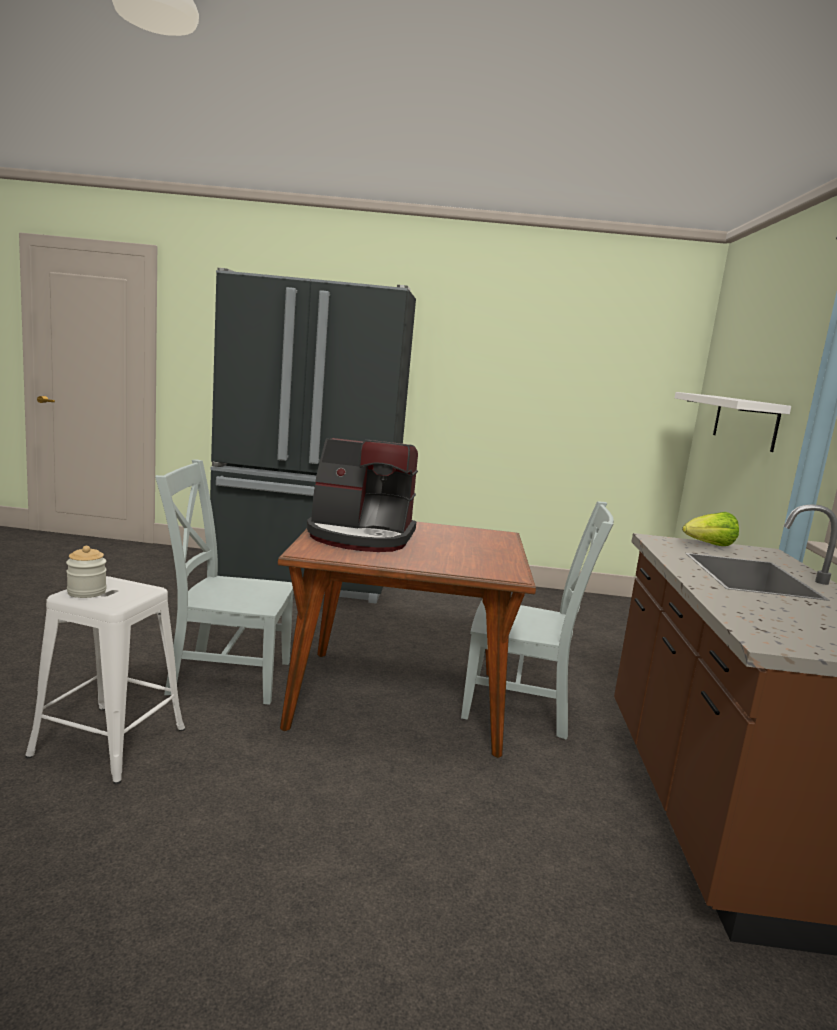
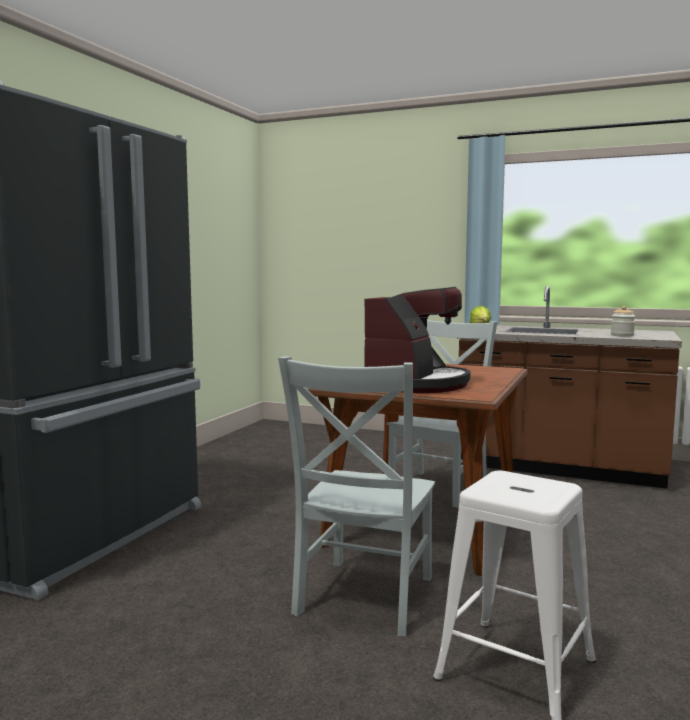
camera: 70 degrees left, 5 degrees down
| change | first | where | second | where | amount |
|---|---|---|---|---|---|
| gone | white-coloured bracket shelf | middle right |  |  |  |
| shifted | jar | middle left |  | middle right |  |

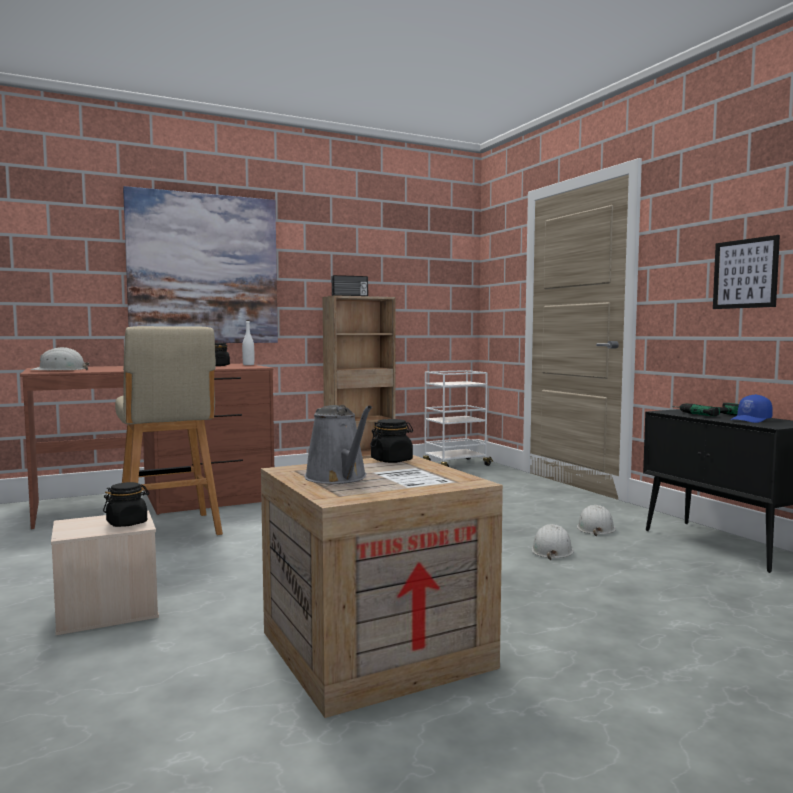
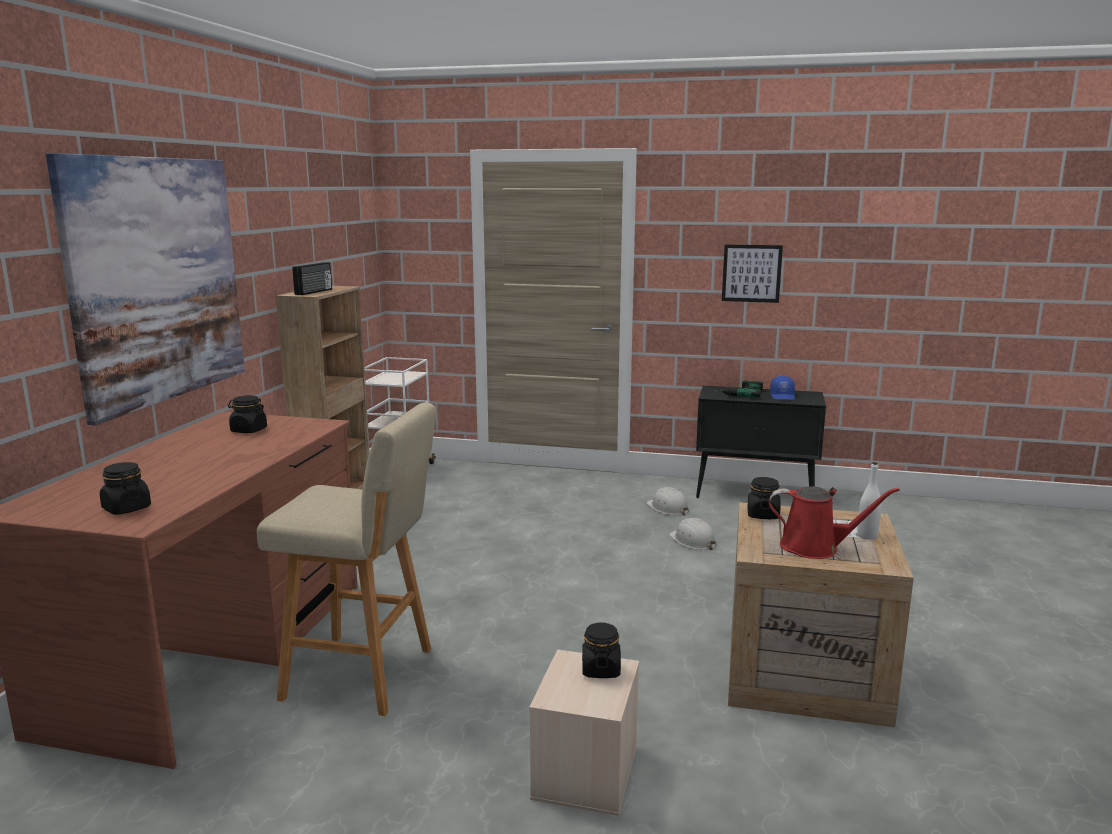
camera: 50 degrees left, 10 degrees up
| change | first | where | second | where | amount |
|---|---|---|---|---|---|
| shifted | white-coloured drink bottle | middle left |  | middle right |  |
| swapped | white-coloured safety helmet (no. 1 from left) | middle left | blackish jar (no. 1 from left) | middle left |  |
| repainted | gray watering pot | centre | red watering pot | middle right |  |

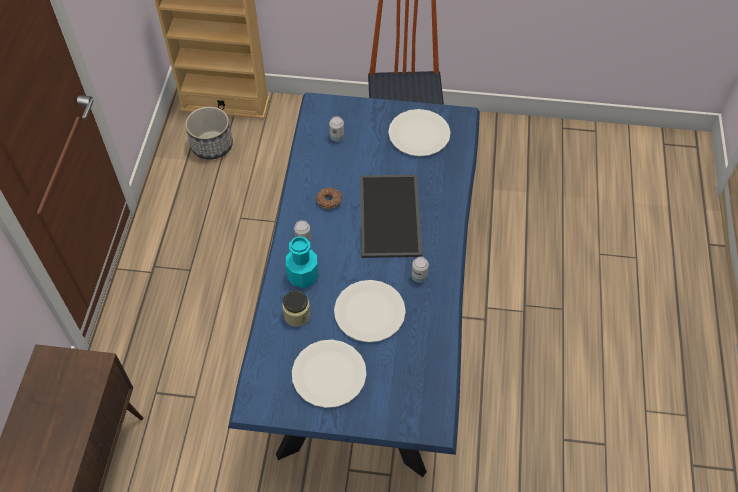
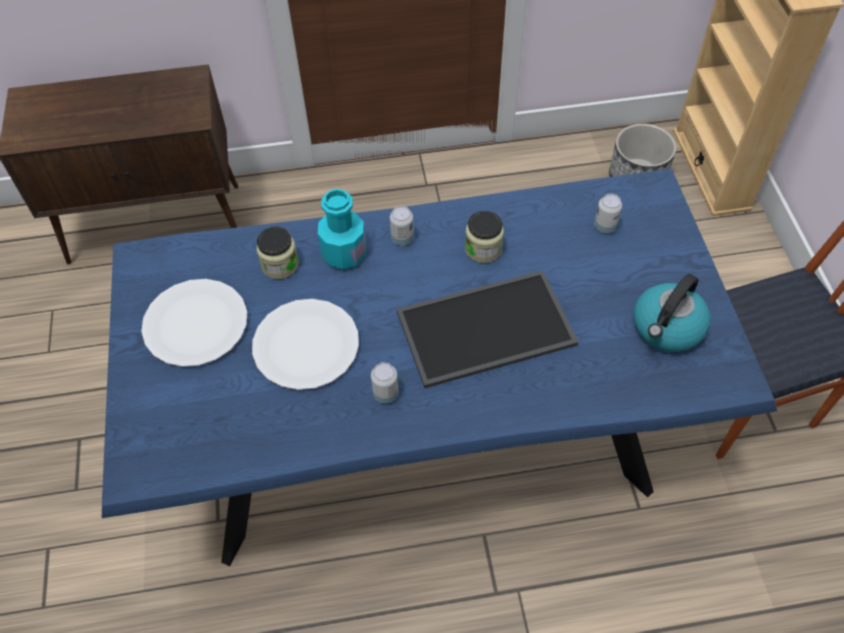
camera: 75 degrees right, 0 degrees up
| change | first | where | second | where | amount |
|---|---|---|---|---|---|
| swapped | white-coloured plate (no. 3 from left) | top centre | kettle | middle right |  |
| swapped | doughnut | centre | jar (no. 2 from left) | centre |  |

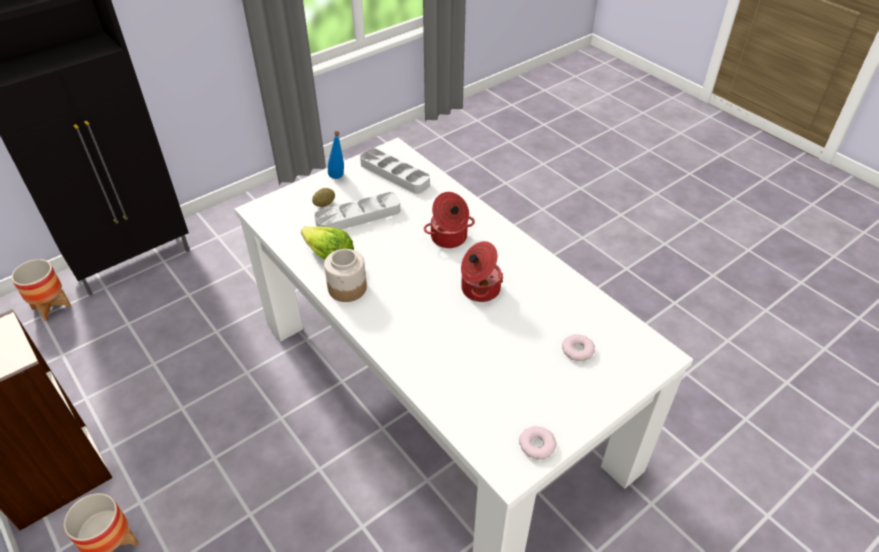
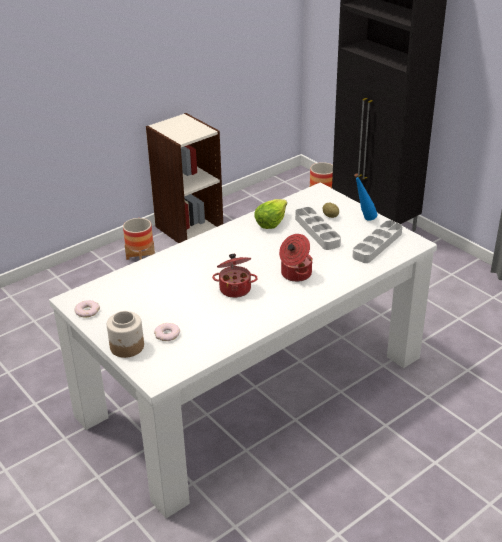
camera: 90 degrees right, 10 degrees down
| change | first | where | second | where | amount |
|---|---|---|---|---|---|
| shifted | jar | centre |  | middle left |  |

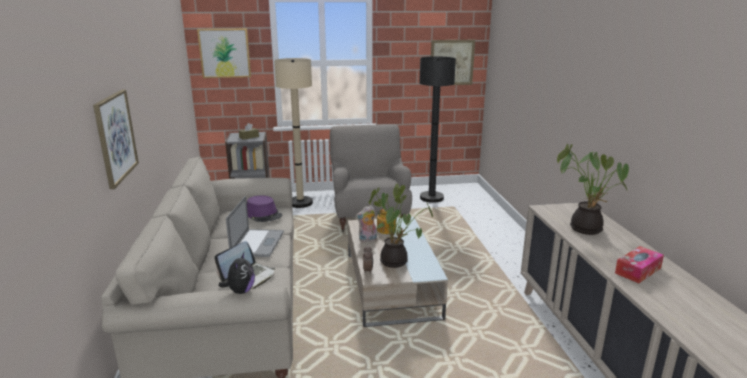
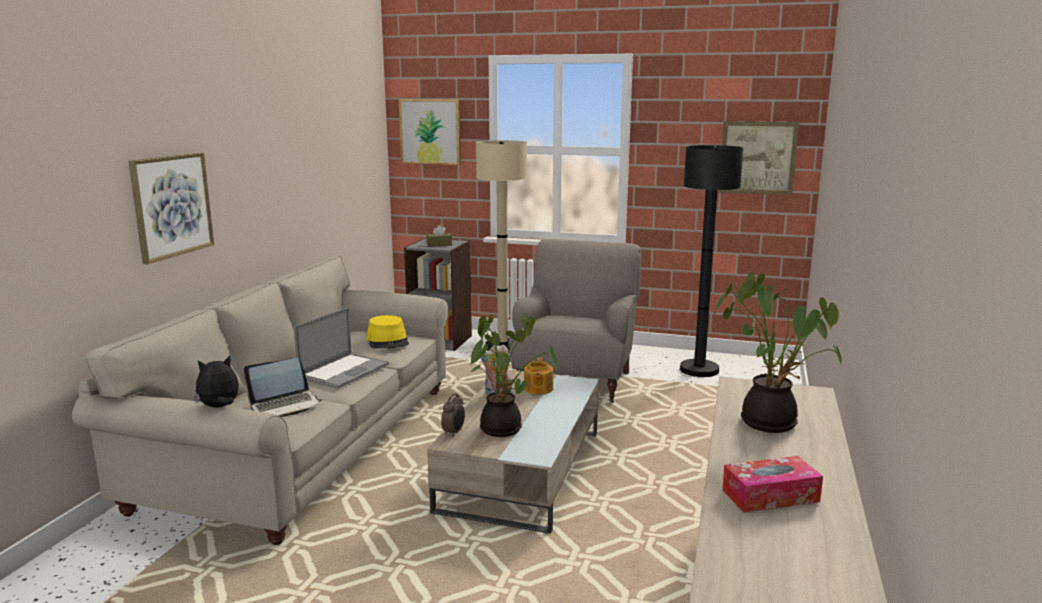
camera: 25 degrees right, 5 degrees down
| change | first | where | second | where | amount |
|---|---|---|---|---|---|
| repainted | purple hat | centre | yellow hat | centre |  |
| rotated | cuddly toy (no. 1 from left) | bottom left |  | middle left | 150 degrees counterclockwise |

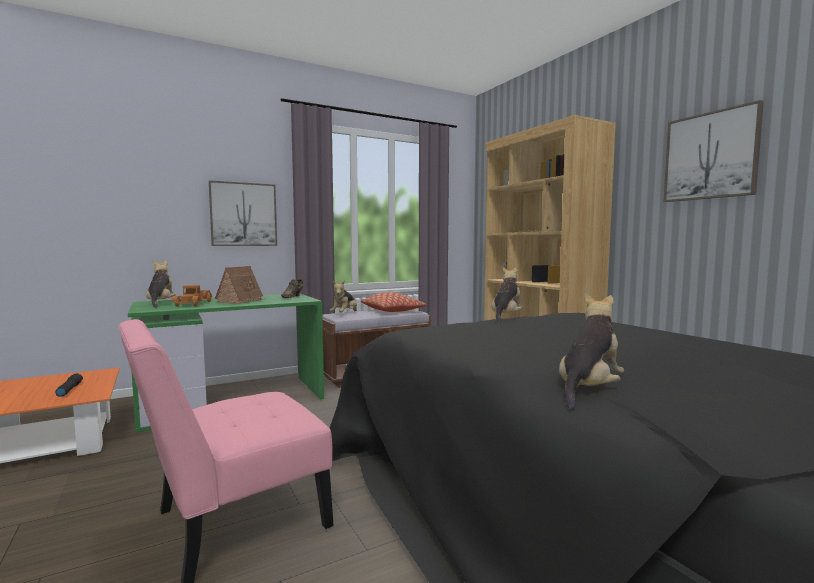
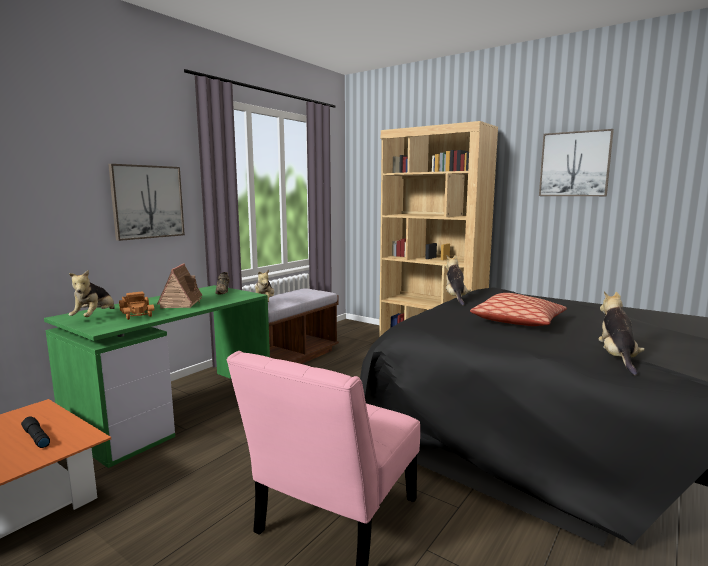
camera: 25 degrees left, 5 degrees up
| change | first | where | second | where | amount |
|---|---|---|---|---|---|
| rotated | cuddly toy (no. 1 from left) | middle left |  | middle left | 135 degrees counterclockwise |
| shifted | pillow | centre |  | middle right |  |

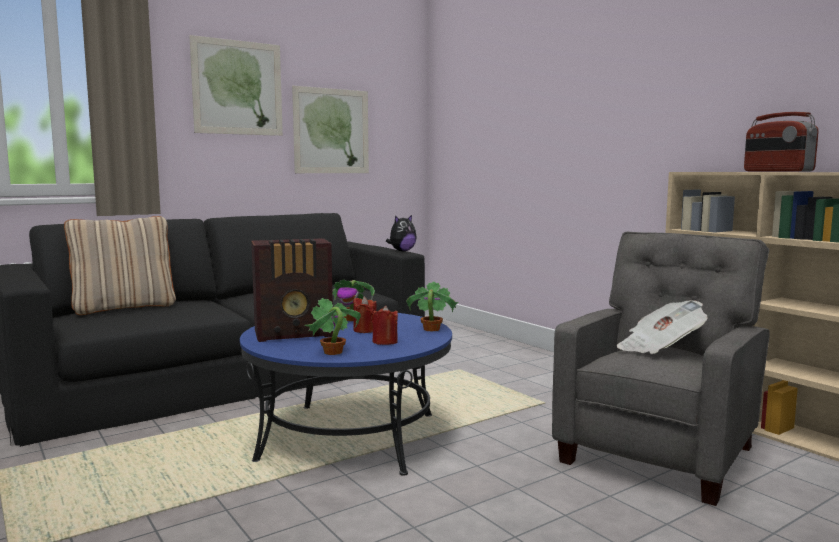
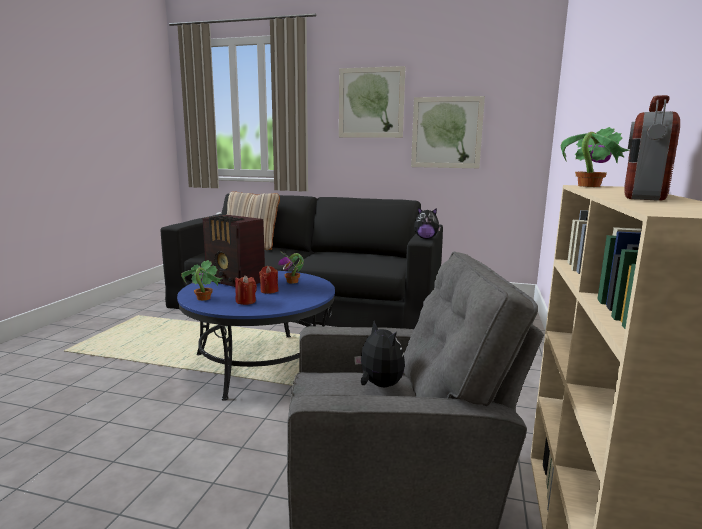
camera: 50 degrees right, 5 degrees up
| change | first | where | second | where | amount |
|---|---|---|---|---|---|
| shifted | potted plant (no. 3 from left) | centre |  | top right |  |
| swapped | newspaper | middle right | cuddly toy (no. 1 from left) | bottom centre |  |

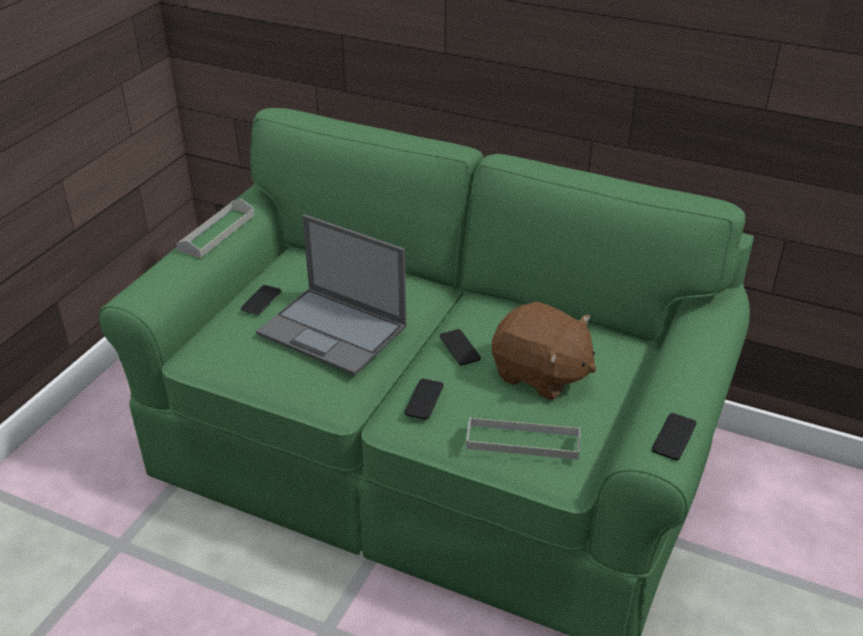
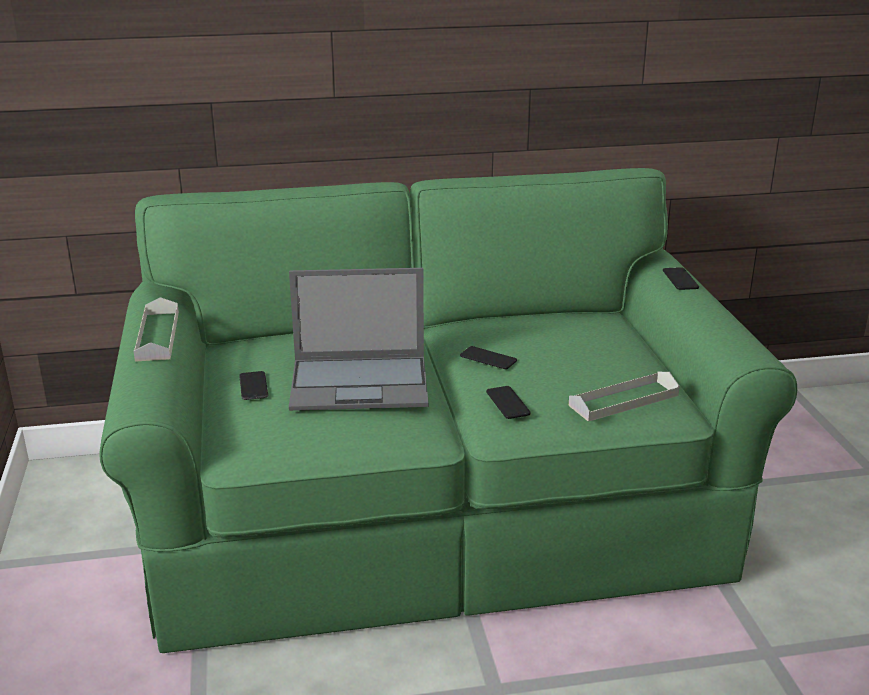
camera: 35 degrees left, 10 degrees down
| change | first | where | second | where | amount |
|---|---|---|---|---|---|
| gone | brownish cuddly toy | centre |  |  |  |
| shifted | telephone (no. 4 from left) | bottom right |  | middle right |  |

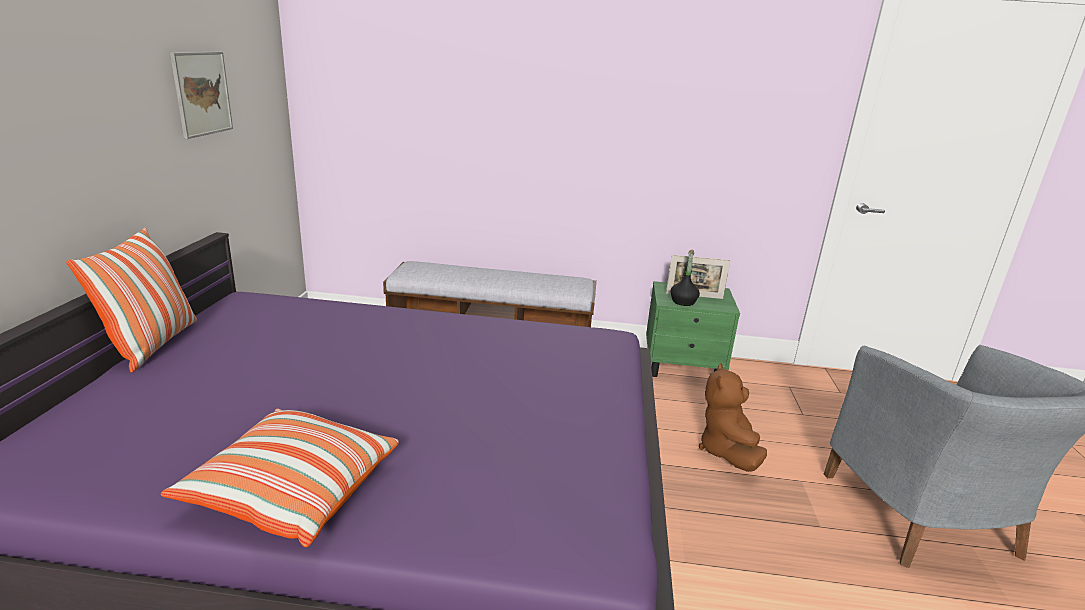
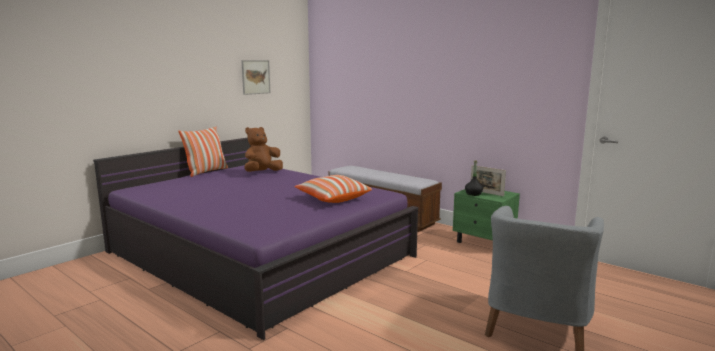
camera: 35 degrees right, 10 degrees down
| change | first | where | second | where | amount |
|---|---|---|---|---|---|
| shifted | brownish cuddly toy | bottom right |  | centre |  |
| shifted | pillow (no. 2 from left) | bottom left |  | centre |  |

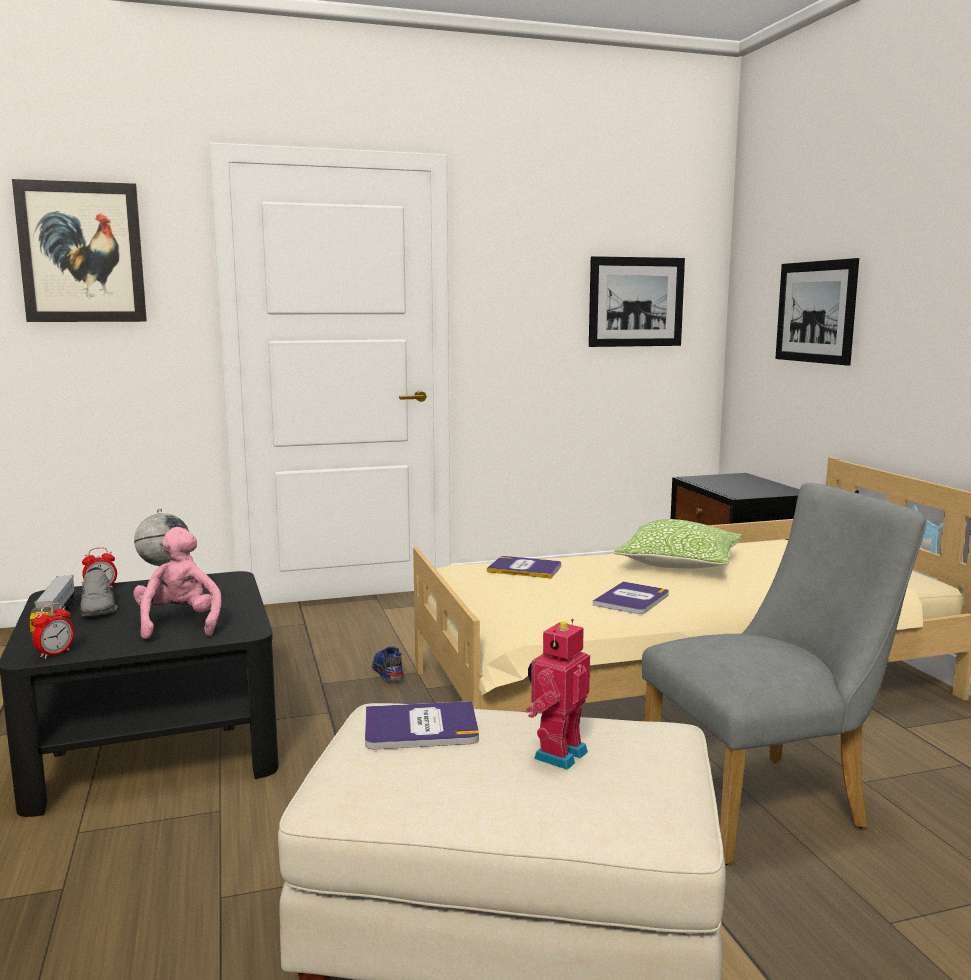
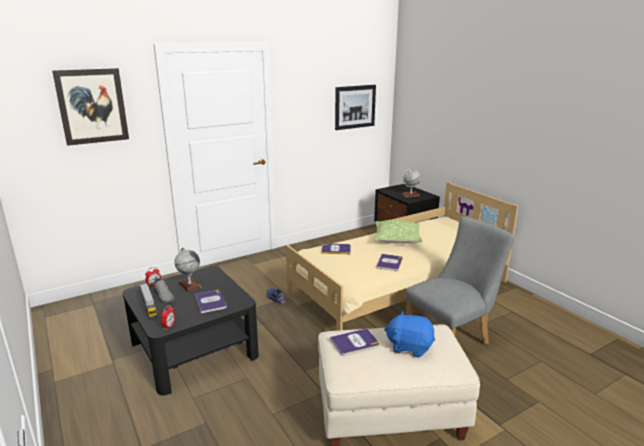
camera: 15 degrees left, 10 degrees up
| change | first | where | second | where | amount |
|---|---|---|---|---|---|
| gone | picture (no. 3 from left) | top right |  |  |  |
| swapped | pinkish cuddly toy | middle left | volume (no. 1 from left) | bottom left |  |
| swapped | model robot | bottom centre | blue-coloured cuddly toy | bottom centre |  |
| new |  |  | desk globe (no. 2 from left) | centre |  |

